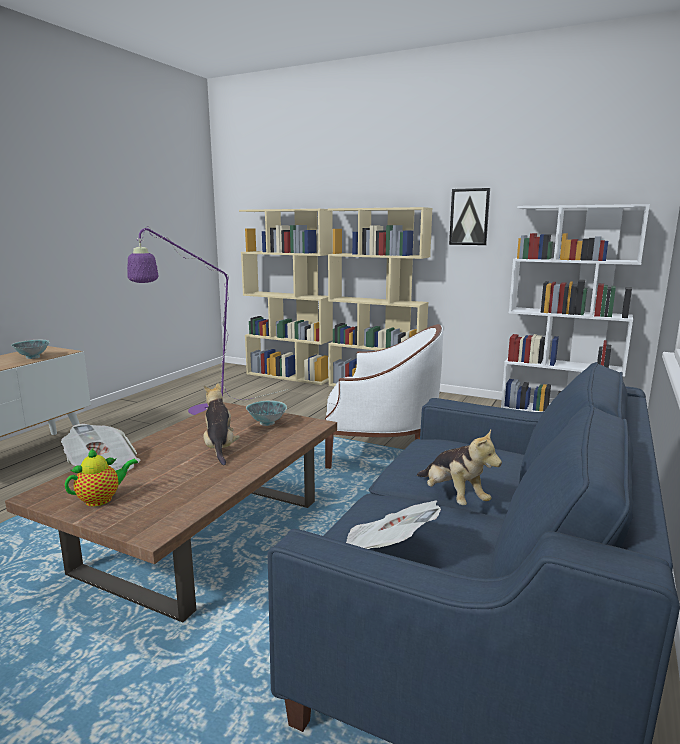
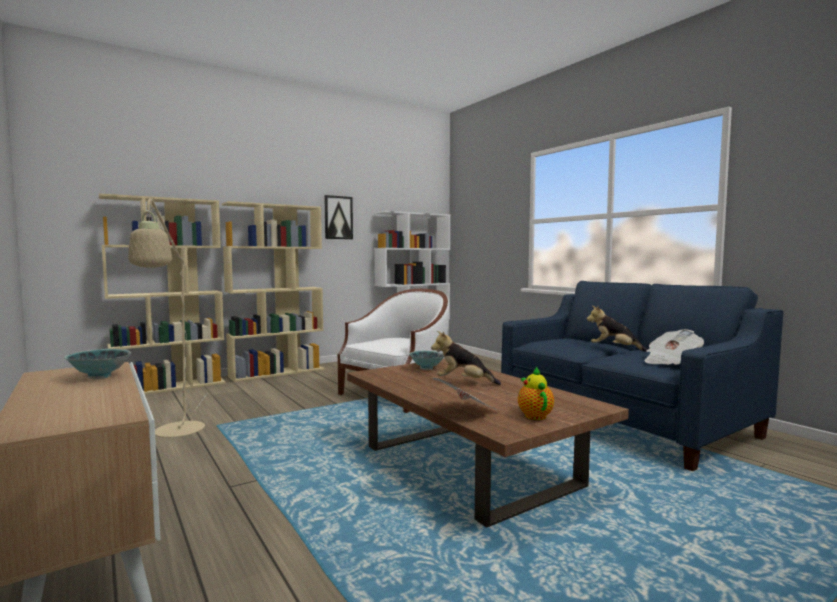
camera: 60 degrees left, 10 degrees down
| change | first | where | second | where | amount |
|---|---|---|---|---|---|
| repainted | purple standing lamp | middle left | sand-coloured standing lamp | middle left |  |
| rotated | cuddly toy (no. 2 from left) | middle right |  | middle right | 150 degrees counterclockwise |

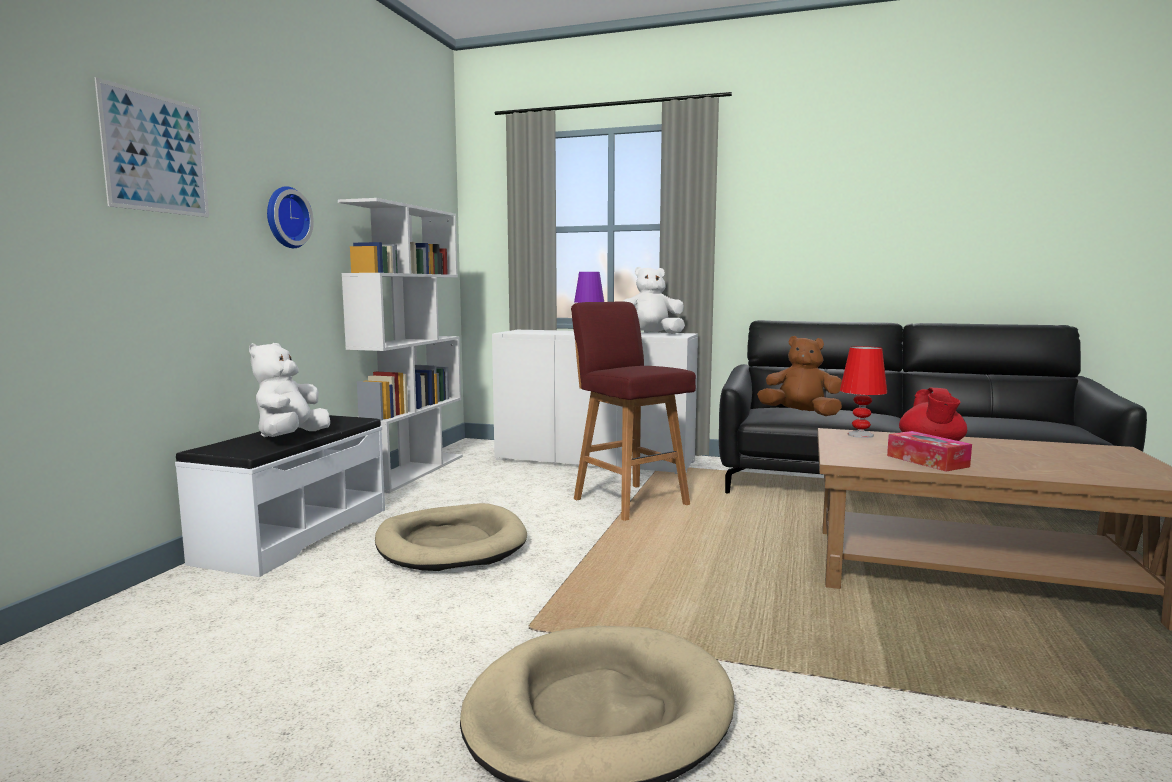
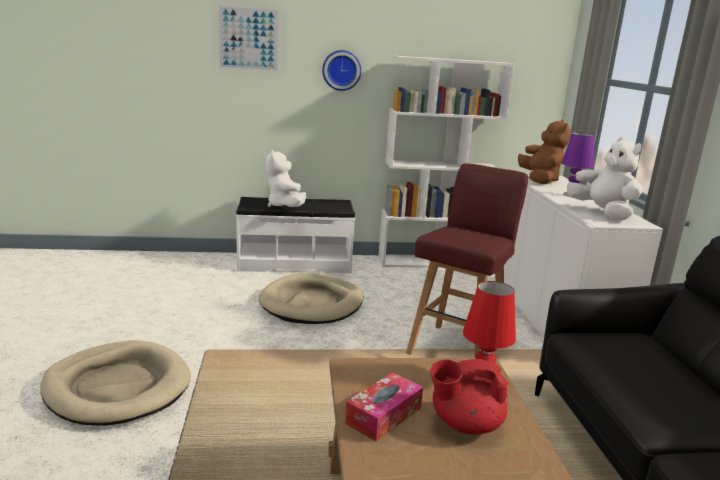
camera: 65 degrees right, 10 degrees up
| change | first | where | second | where | amount |
|---|---|---|---|---|---|
| shifted | brownish cuddly toy | middle right |  | top right |  |
| rotated | white-coloured cuddly toy (no. 1 from left) | middle left |  | centre | 90 degrees counterclockwise |

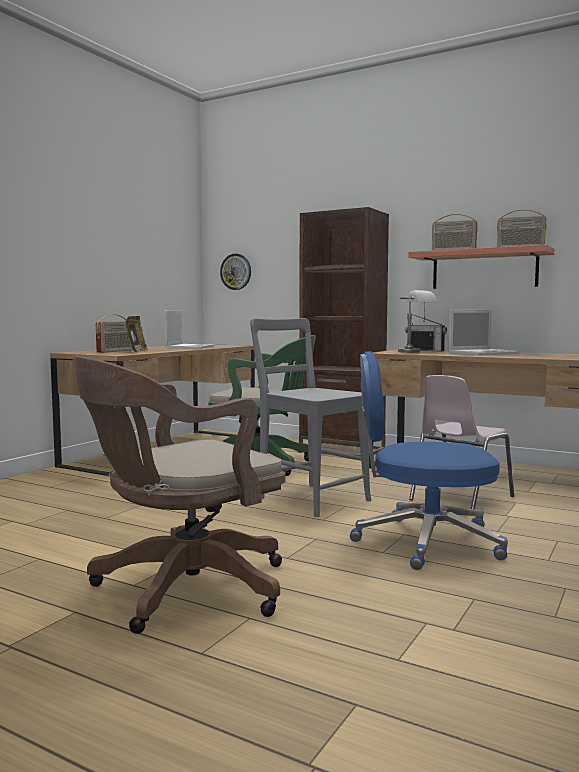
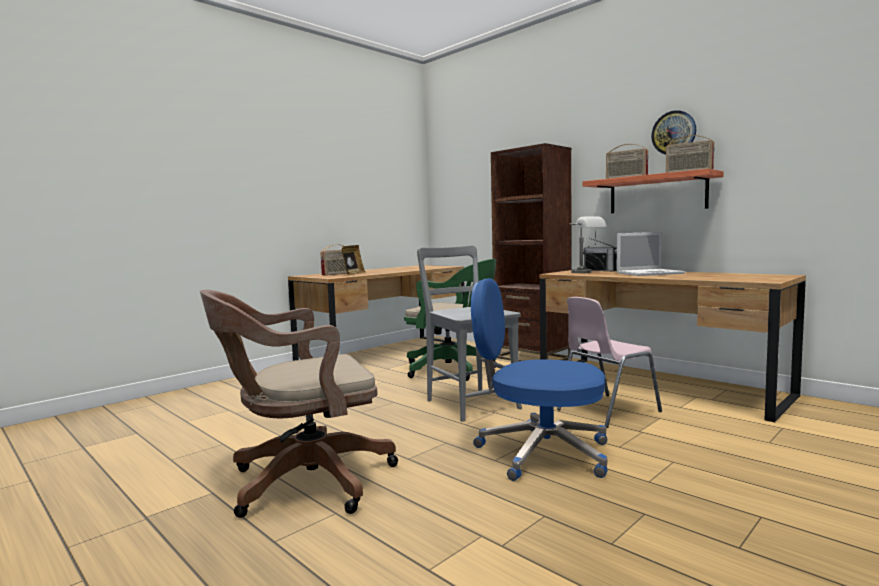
camera: 15 degrees right, 0 degrees up
| change | first | where | second | where | amount |
|---|---|---|---|---|---|
| shifted | clock on the wall | centre |  | top right |  |
| gone | portable computer (no. 1 from left) | middle left |  |  |  |

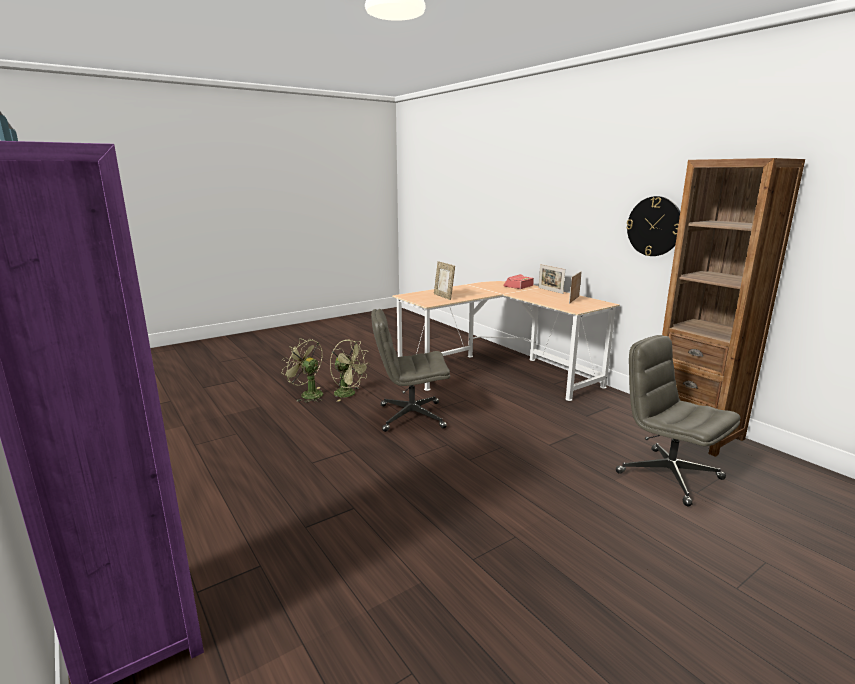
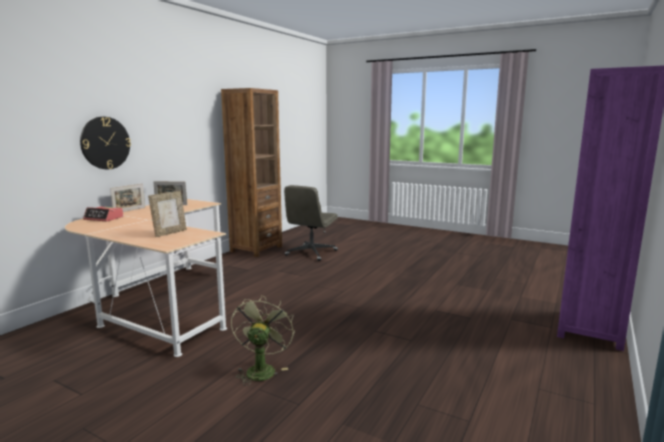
camera: 115 degrees left, 5 degrees down
| change | first | where | second | where | amount |
|---|---|---|---|---|---|
| shifted | clock on the wall | top right |  | top left |  |
| gone | gray desk chair (no. 1 from left) | centre |  |  |  |
| gone | green-coloured electric fan (no. 1 from left) | centre |  |  |  |

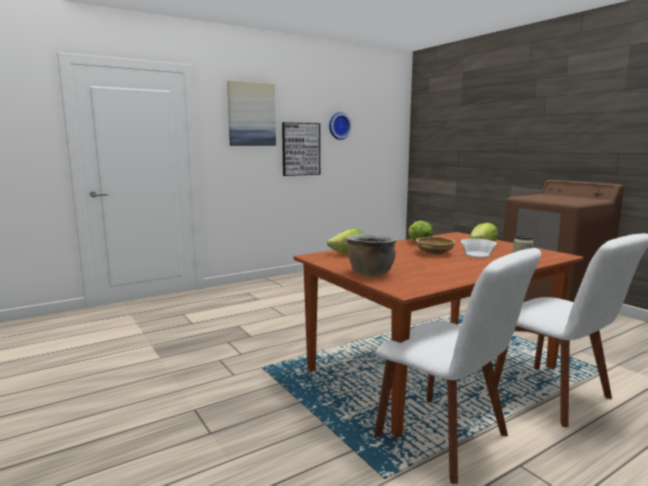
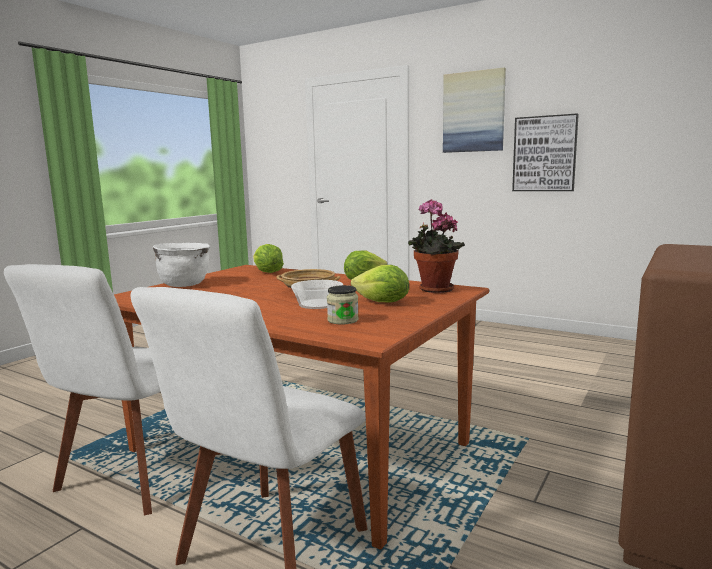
camera: 65 degrees right, 0 degrees up
| change | first | where | second | where | amount |
|---|---|---|---|---|---|
| gone | clock on the wall | top centre |  |  |  |
| repainted | brownish cooking pot | centre | white-coloured cooking pot | middle left |  |
| new |  |  | potted plant | centre |  |

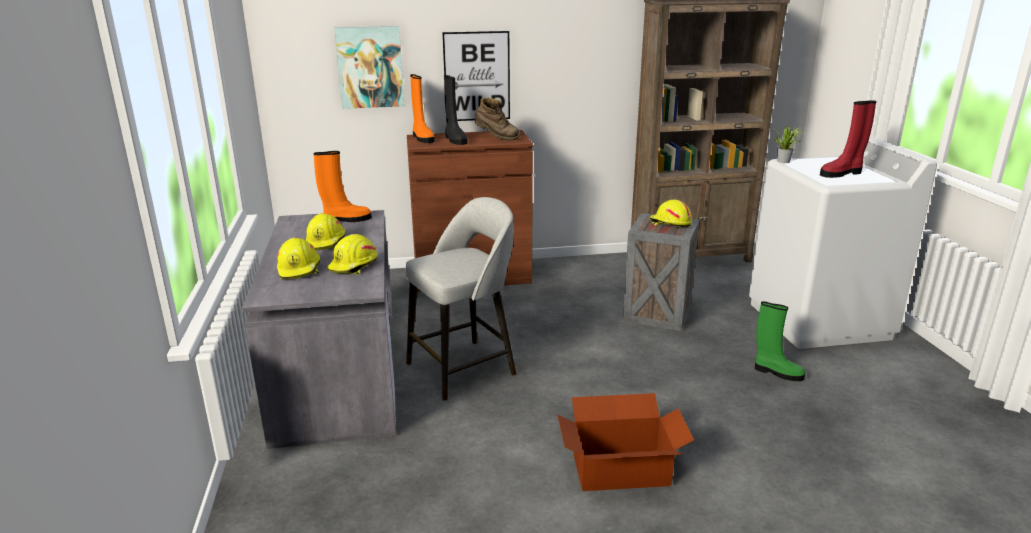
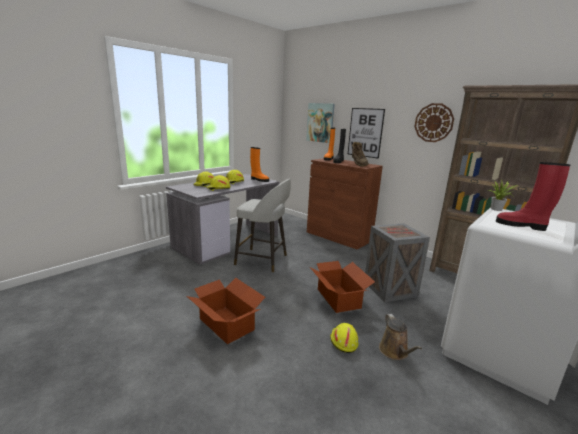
camera: 50 degrees right, 5 degrees down
| change | first | where | second | where | amount |
|---|---|---|---|---|---|
| shifted | yellow safety helmet (no. 4 from left) | centre |  | bottom centre |  |
| swapped | green-coloured high-top boot | middle right | brownish watering pot | bottom right |  |
| new |  |  | clock on the wall | top right |  |
| new |  |  | packing box (no. 2 from left) | centre |  |

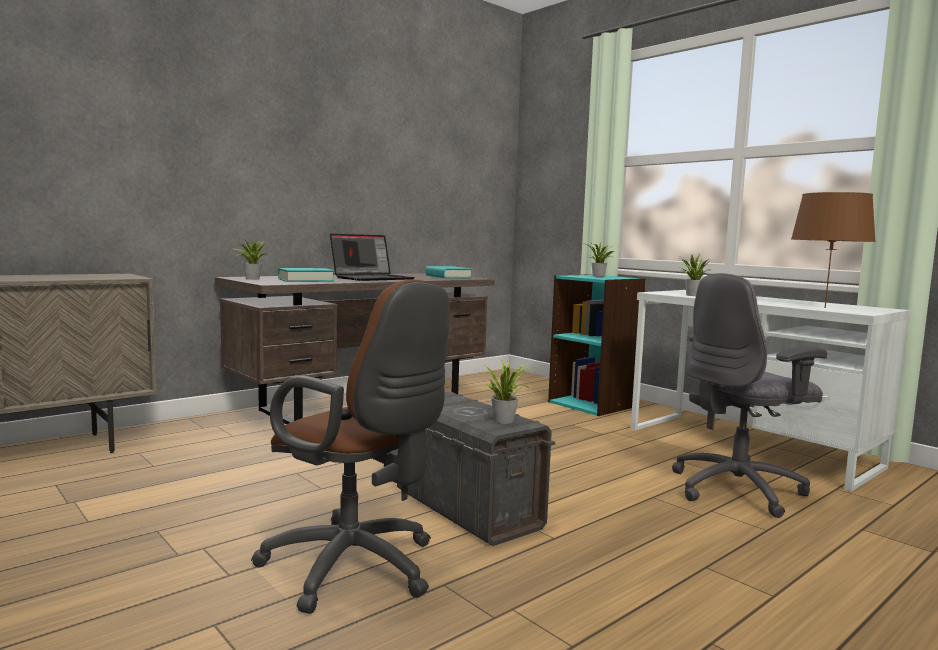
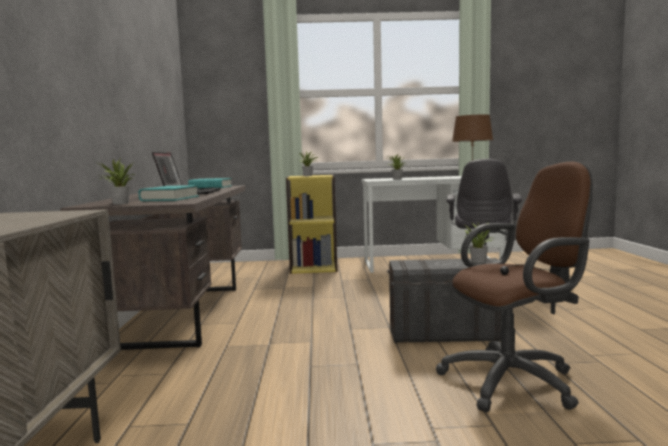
camera: 50 degrees left, 0 degrees up
| change | first | where | second | where | amount |
|---|---|---|---|---|---|
| repainted | turquoise shelving unit | centre | yellow shelving unit | centre |  |

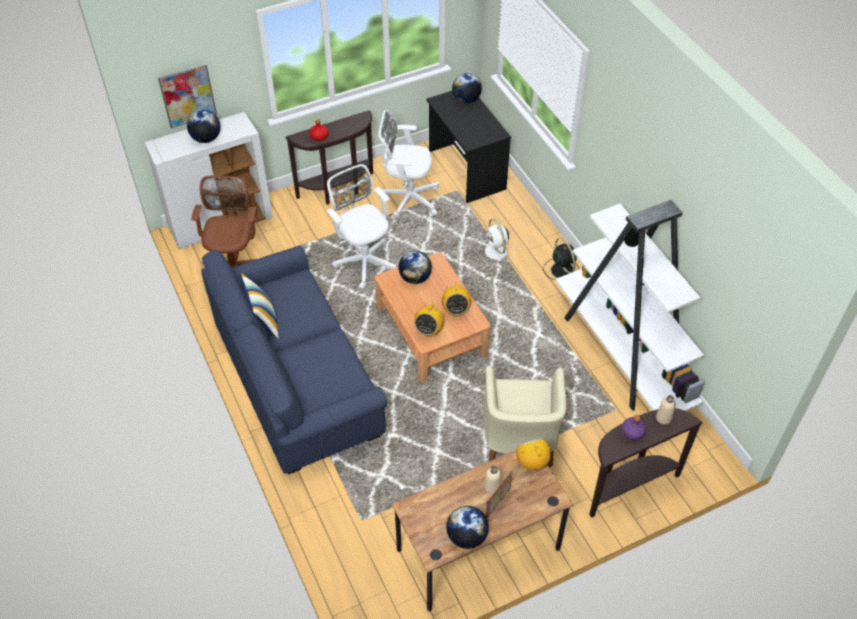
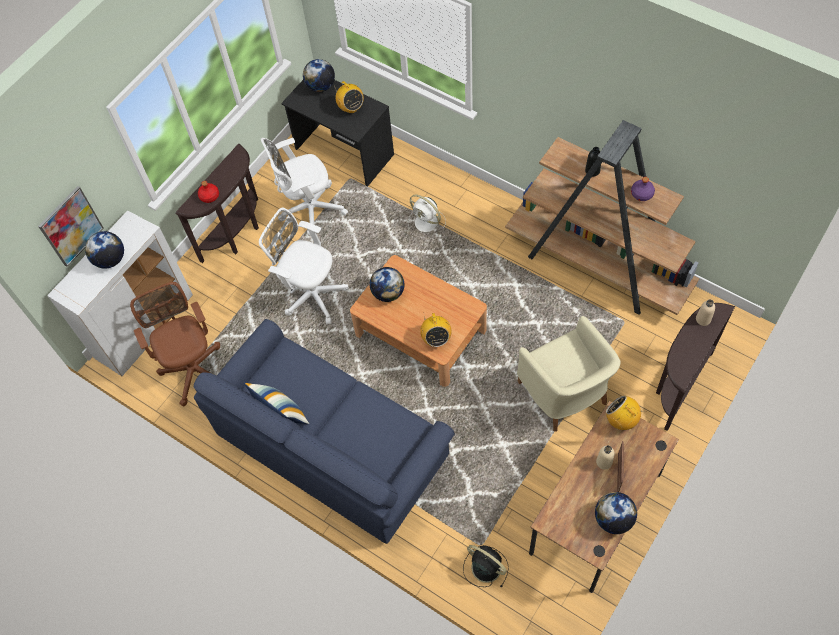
camera: 25 degrees left, 10 degrees up
| change | first | where | second | where | amount |
|---|---|---|---|---|---|
| repainted | white-coloured shelving unit | middle right | brownish shelving unit | middle right |  |
| shifted | blackish electric fan | centre |  | bottom centre |  |
| shifted | radio (no. 2 from left in the first image) | centre | radio (no. 1 from left) | top centre |  |
| shifted | purple drink bottle | bottom right |  | top right |  |

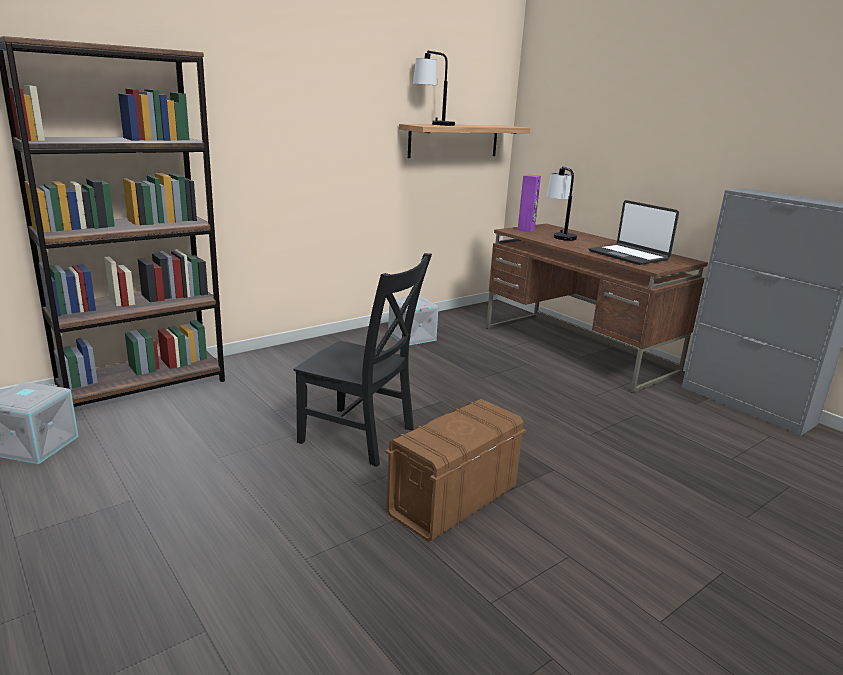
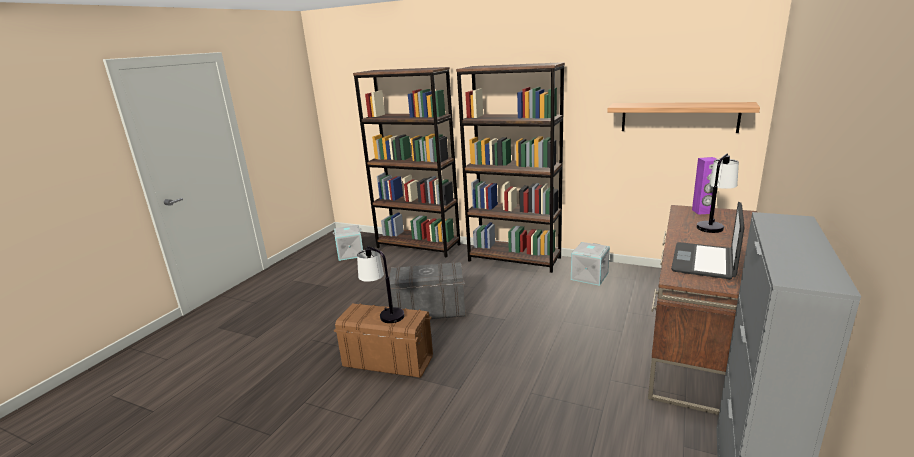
camera: 65 degrees right, 0 degrees up
| change | first | where | second | where | amount |
|---|---|---|---|---|---|
| shifted | lamp for a table (no. 1 from left) | top centre |  | centre |  |
| swapped | blackish chair | centre | gray storage box (no. 2 from left) | centre |  |
| new |  |  | brownish shelving unit (no. 2 from left) | centre |  |

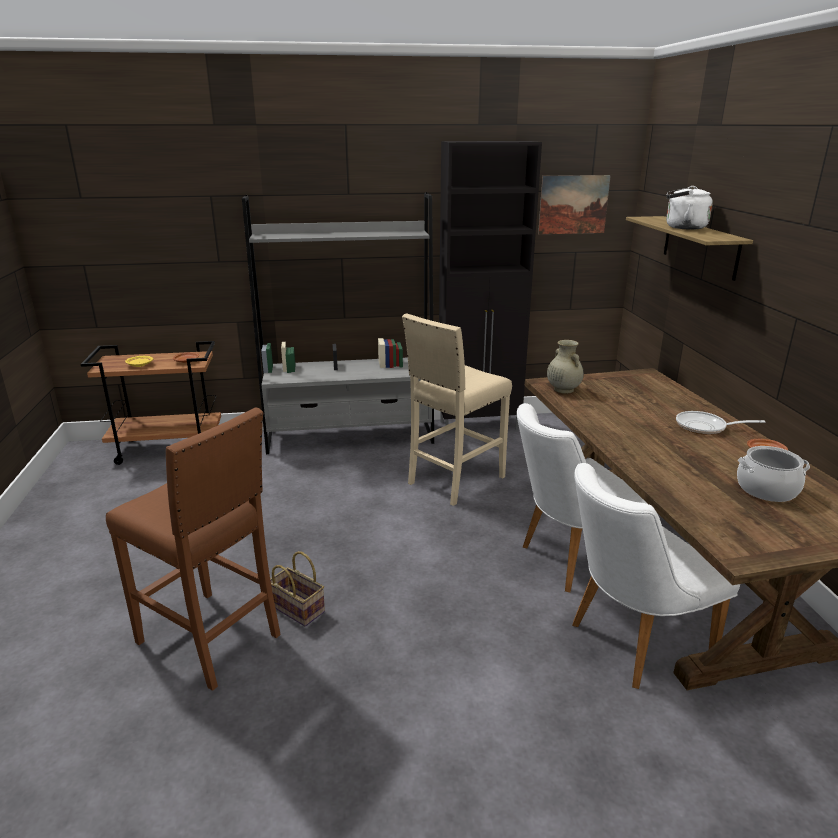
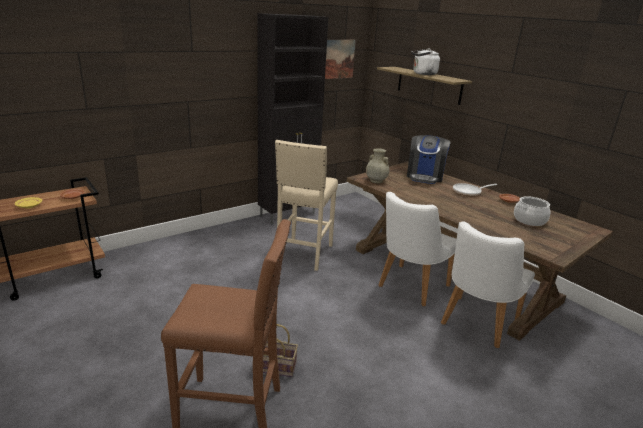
camera: 30 degrees left, 0 degrees up
| change | first | where | second | where | amount |
|---|---|---|---|---|---|
| gone | gray shelving unit | centre |  |  |  |
| new |  |  | coffee brewer | middle right |  |

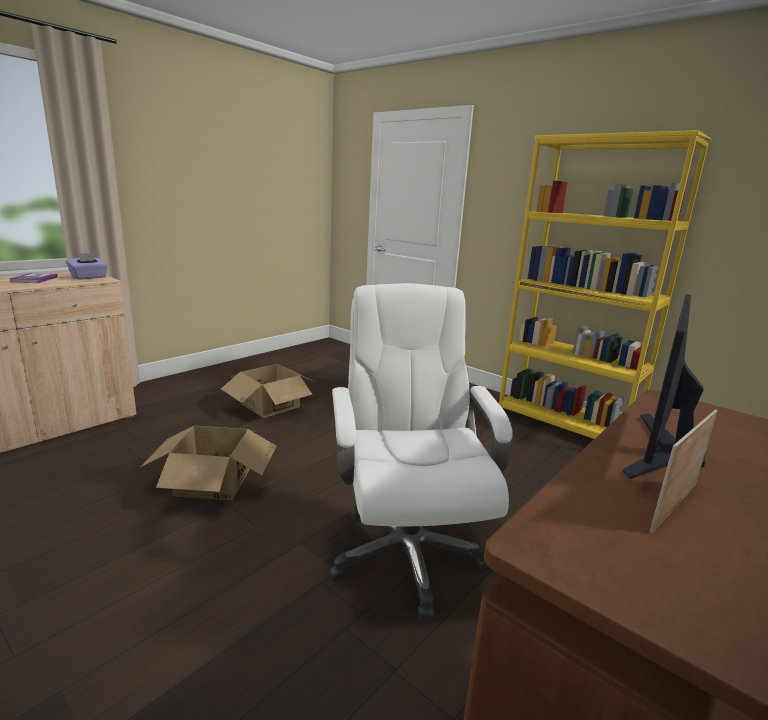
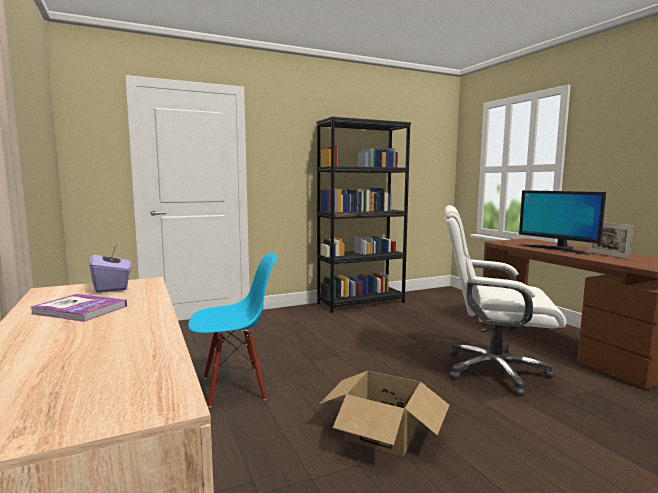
camera: 65 degrees left, 10 degrees down
| change | first | where | second | where | amount |
|---|---|---|---|---|---|
| repainted | yellow shelving unit | middle right | blackish shelving unit | centre |  |
| swapped | packing box (no. 2 from left) | centre | blue-coloured chair | bottom centre |  |

